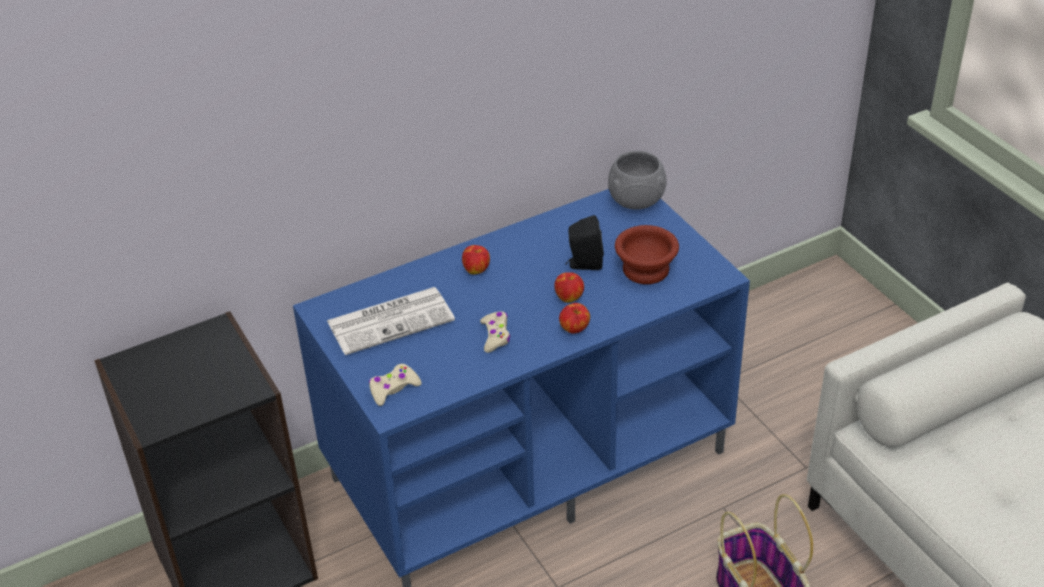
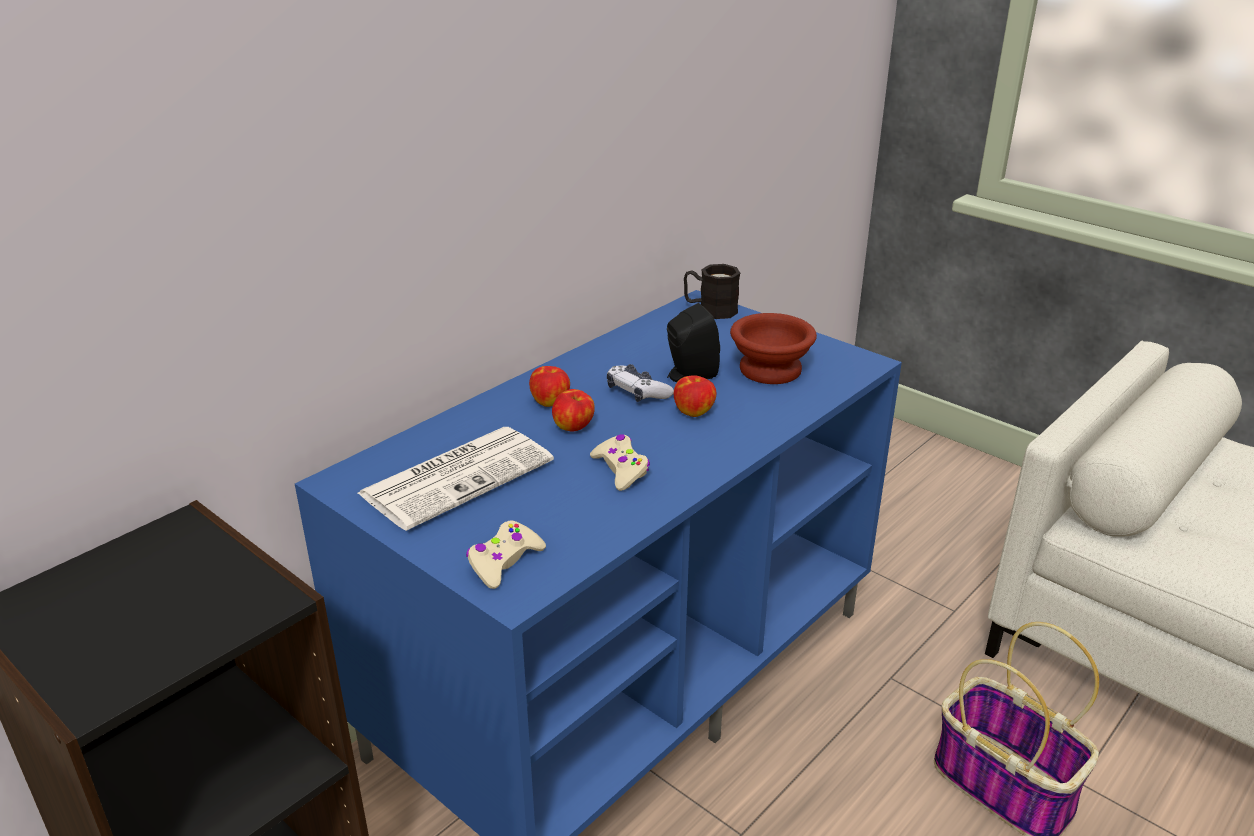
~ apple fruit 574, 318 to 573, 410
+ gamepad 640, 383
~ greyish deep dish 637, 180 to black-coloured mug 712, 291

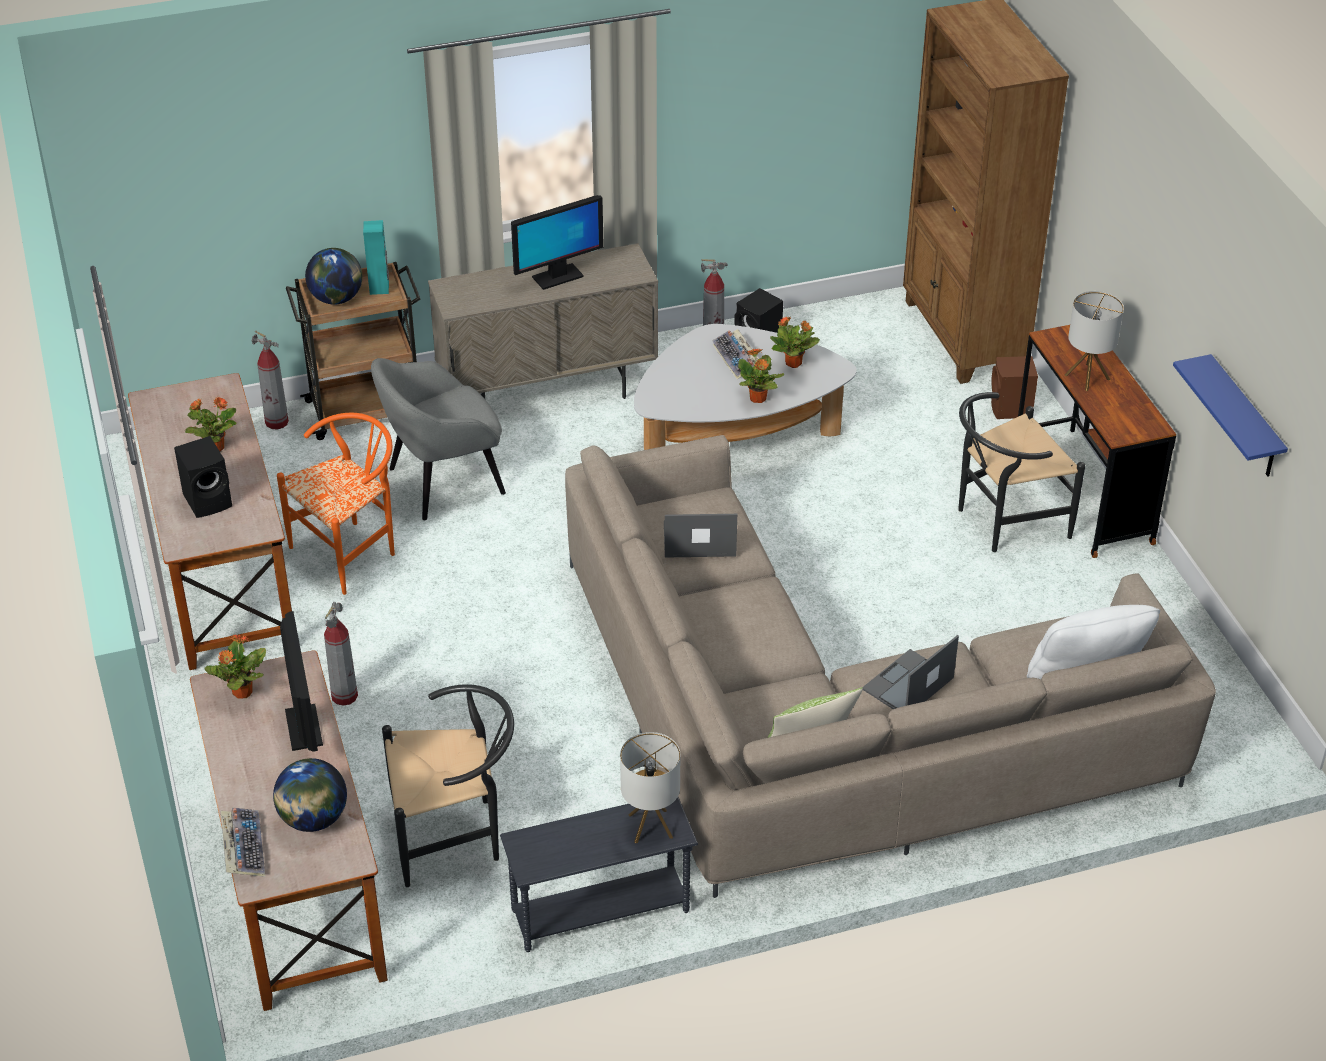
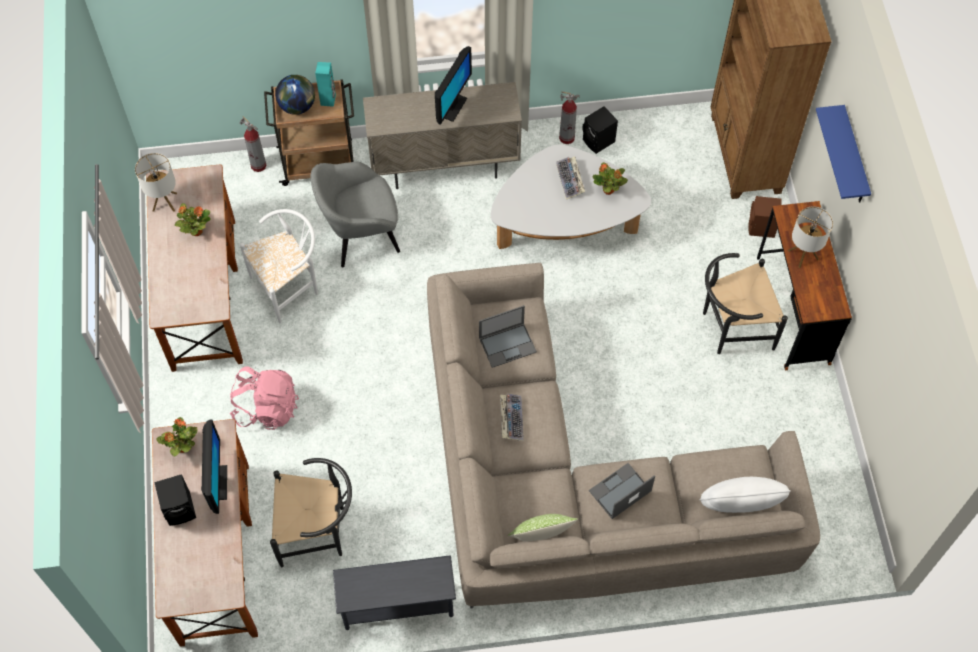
~ table lamp 650, 787 to 156, 182
~ black-coloured speaker 203, 477 to 175, 500
~ fire-fighting cylinder 341, 654 to pinkish backpack 264, 398
~ orange upright chair 336, 504 to white-coloured upright chair 279, 266
~ computer screen 557, 242 = 453, 85 45 degrees counterclockwise
~ portable computer 700, 536 = 508, 336 150 degrees clockwise
~ keyboard 243, 842 to 512, 417
~ blue-coloured shelf 1230, 415 to 843, 153
- world globe 310, 795
- plant in a pot 761, 375

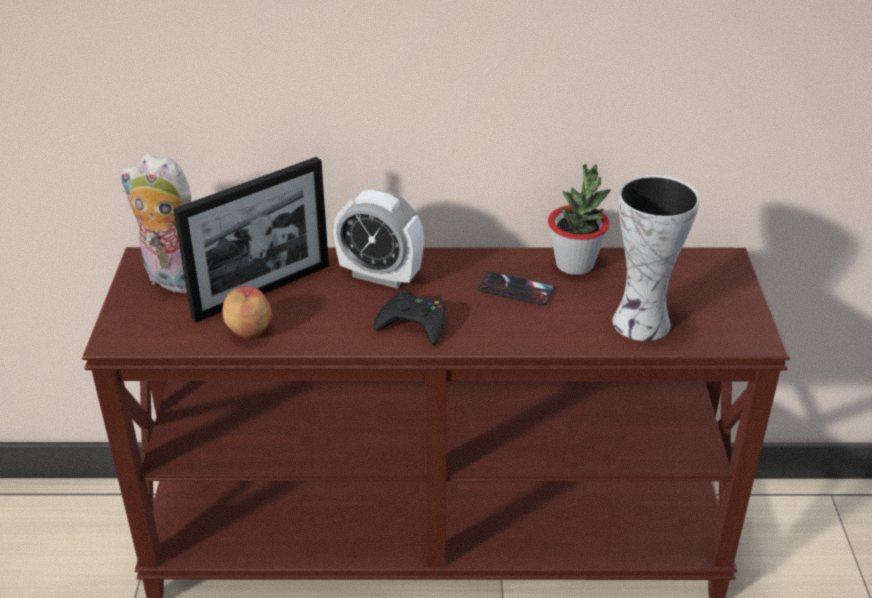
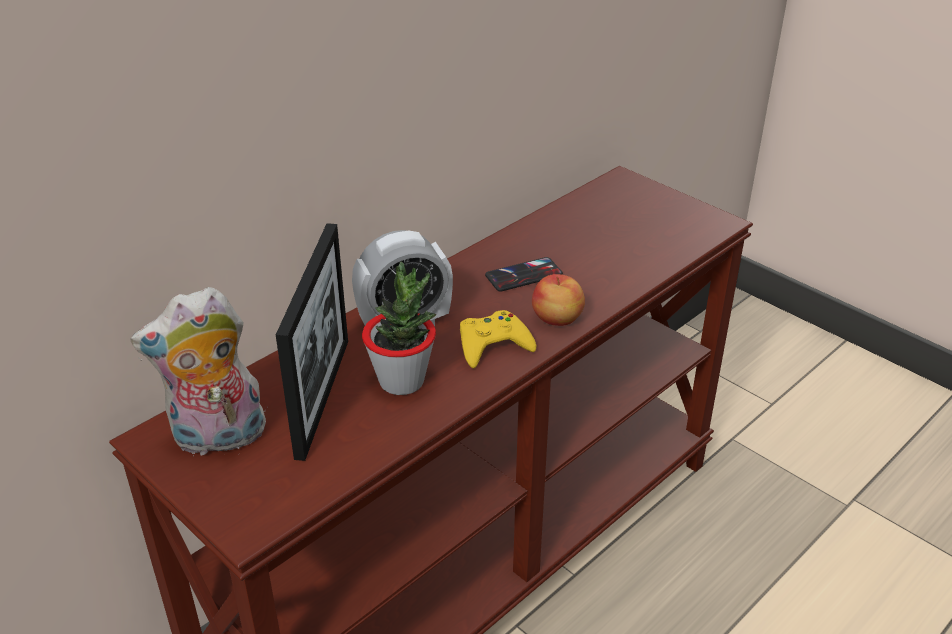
~ plant in a pot 579, 219 to 399, 328
~ black-coloured gamepad 409, 317 to yellow-coloured gamepad 498, 339
~ apple fruit 247, 312 to 558, 300
- flower vase 656, 258

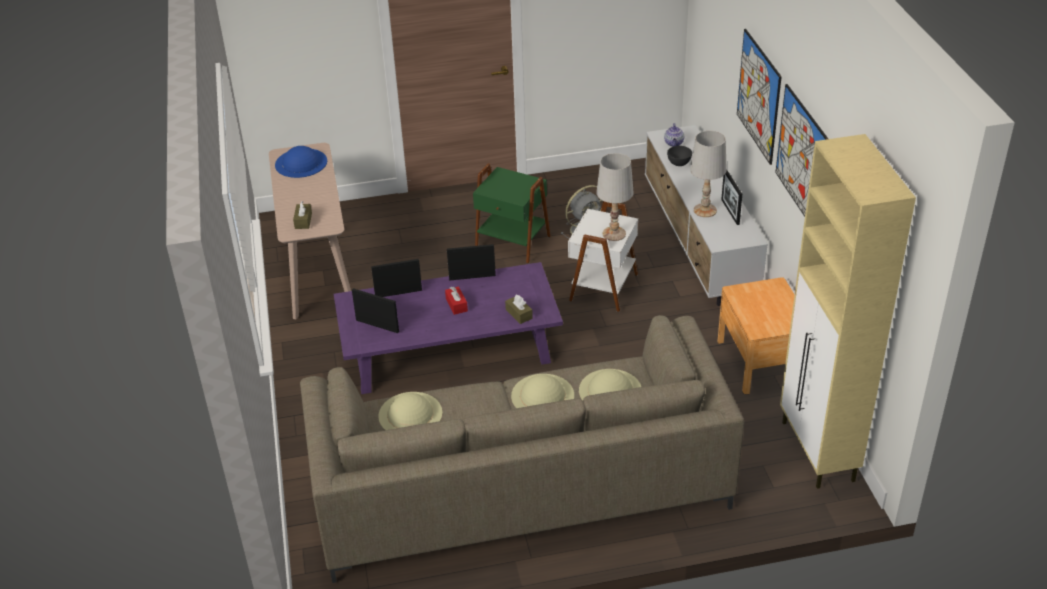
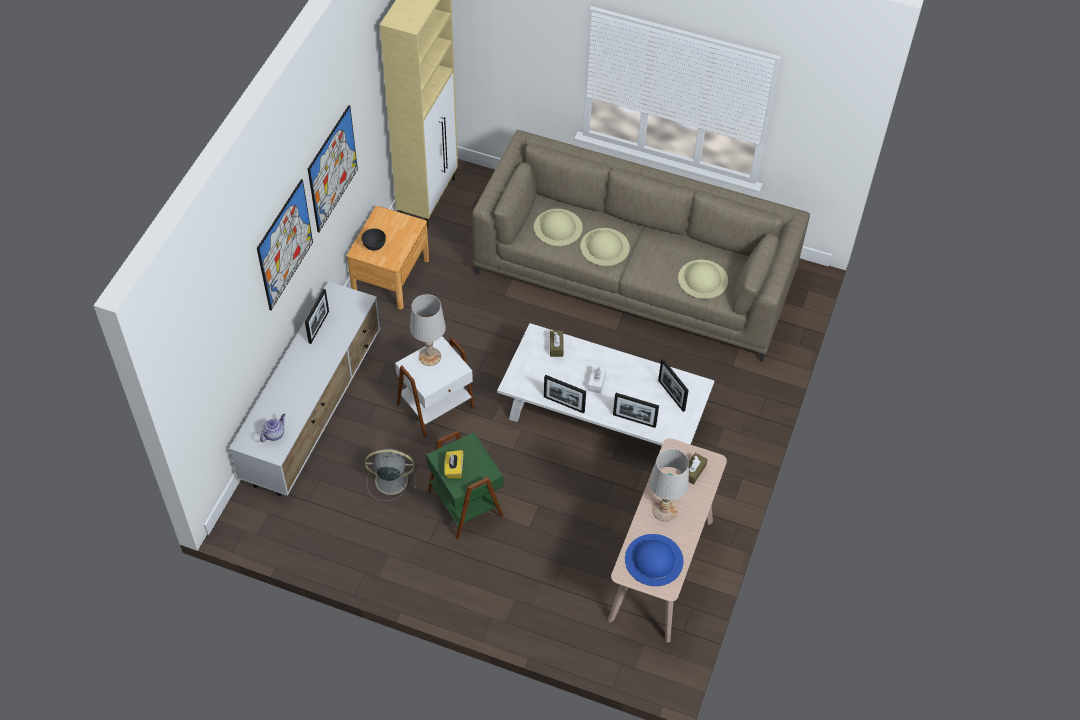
~ greyish deep dish 679, 156 to 374, 239
+ yellow-coloured tissue holder 453, 464
~ purple lounge table 448, 328 to white-coloured lounge table 605, 384
~ red tissue holder 456, 301 to white-coloured tissue holder 597, 379
~ white-coloured table lamp 708, 174 to 669, 485

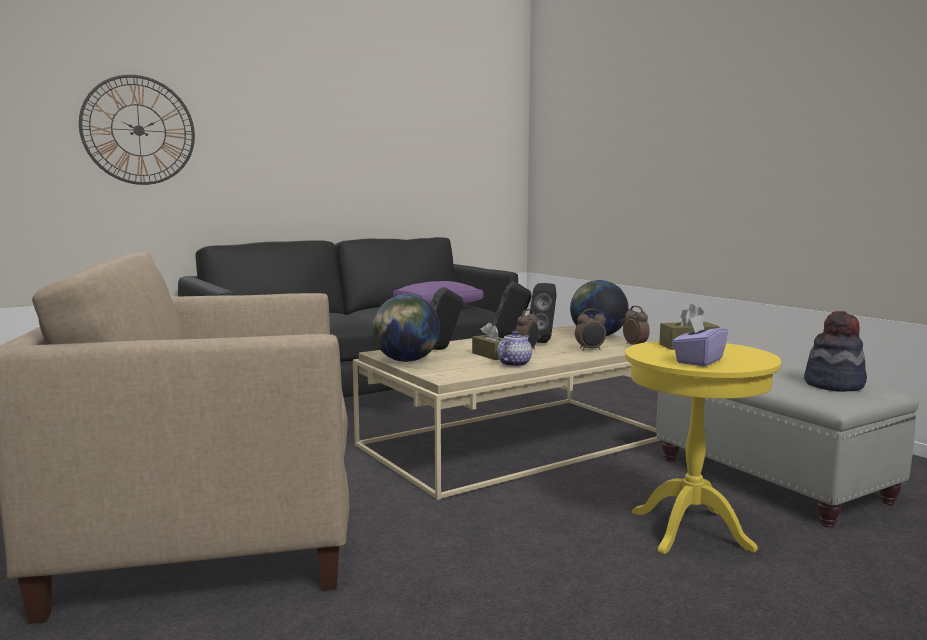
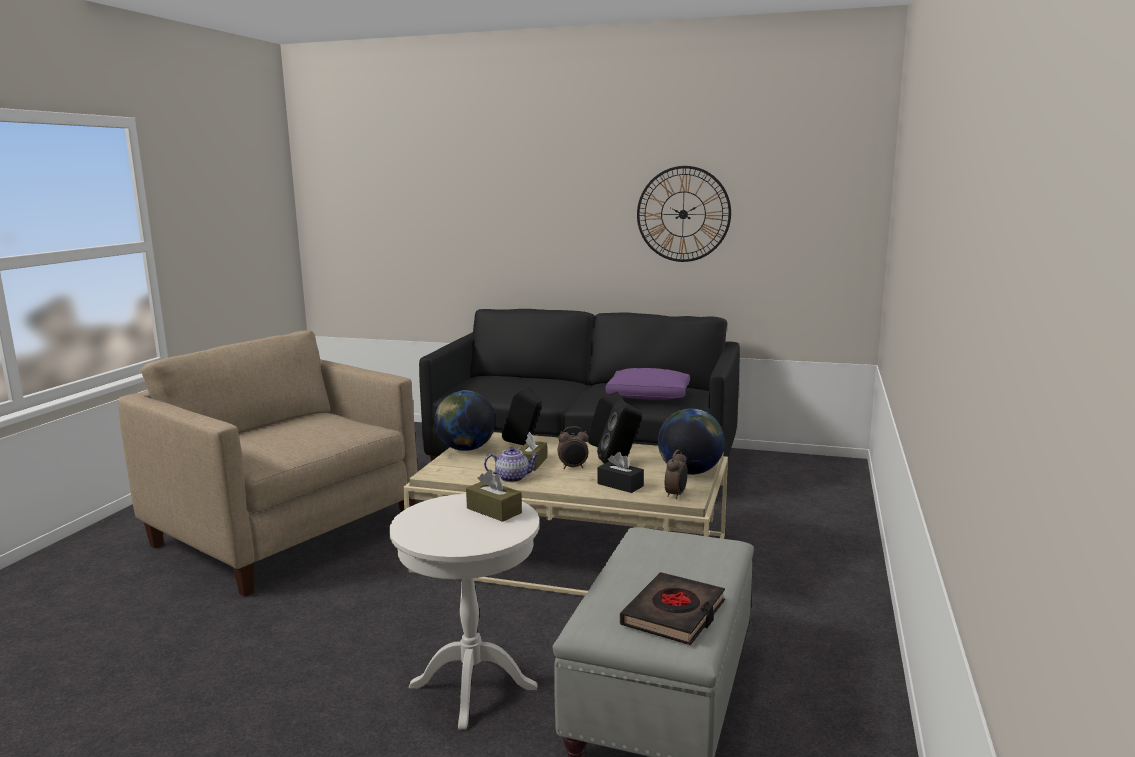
~ yellow-coloured accent table 703, 447 to white-coloured accent table 464, 612
~ alarm clock 590, 330 to black-coloured tissue holder 620, 472
~ hat 835, 351 to black-coloured book 672, 608
~ clock on the wall 137, 129 to 684, 214
- purple tissue holder 700, 341

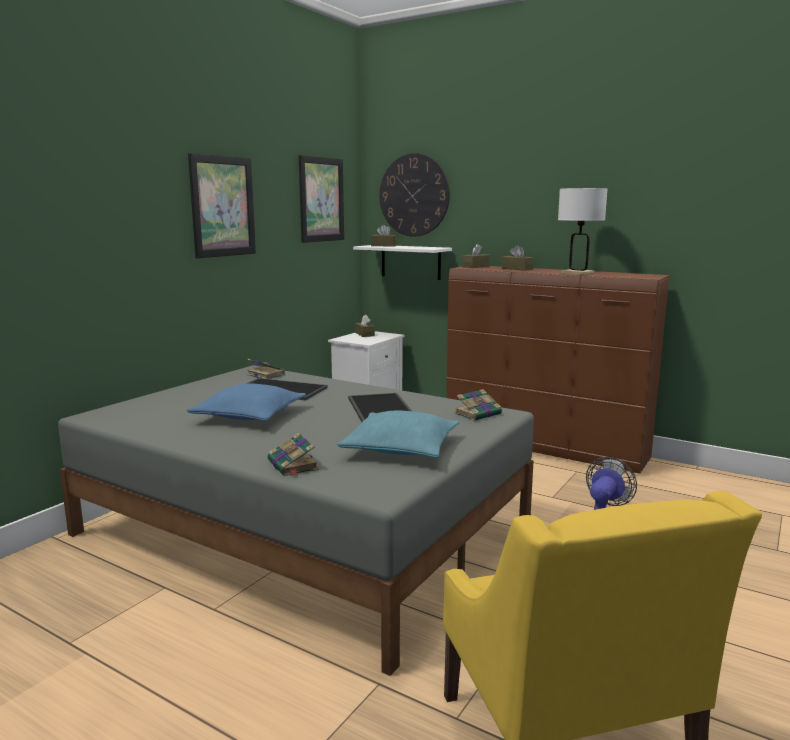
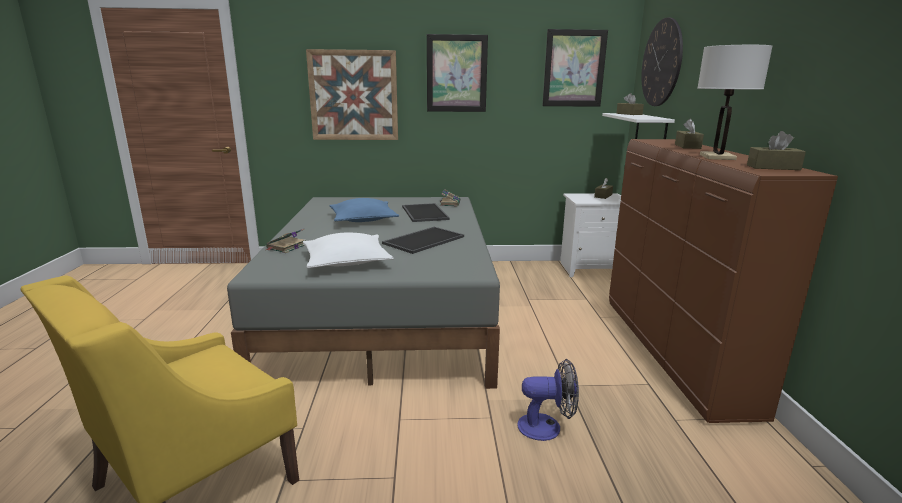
~ turquoise throw pillow 398, 434 to white-coloured throw pillow 348, 250
+ wall picture 352, 94
~ brown tissue holder 476, 256 to 776, 150
- book 478, 405

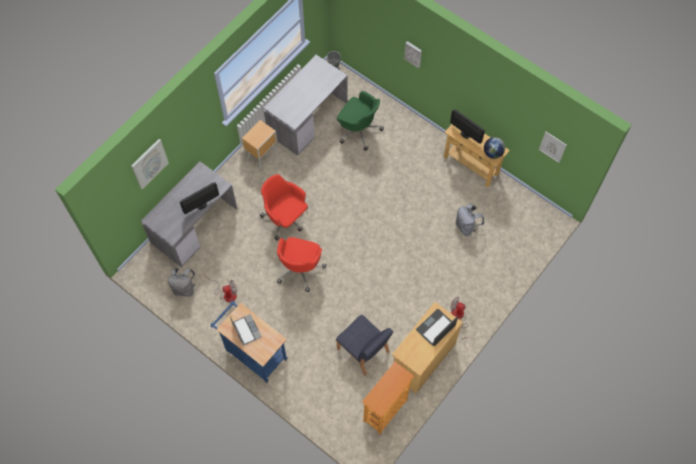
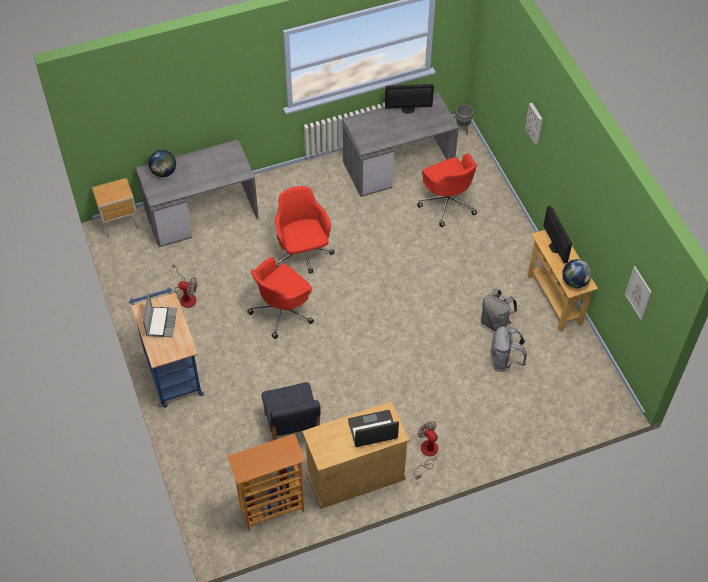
~ brown night table 259, 144 to 115, 208
+ world globe 162, 163
~ computer screen 199, 198 to 409, 99
~ green office chair 360, 121 to red office chair 447, 190
~ greyish backpack 182, 282 to 499, 310
- wall picture 150, 164

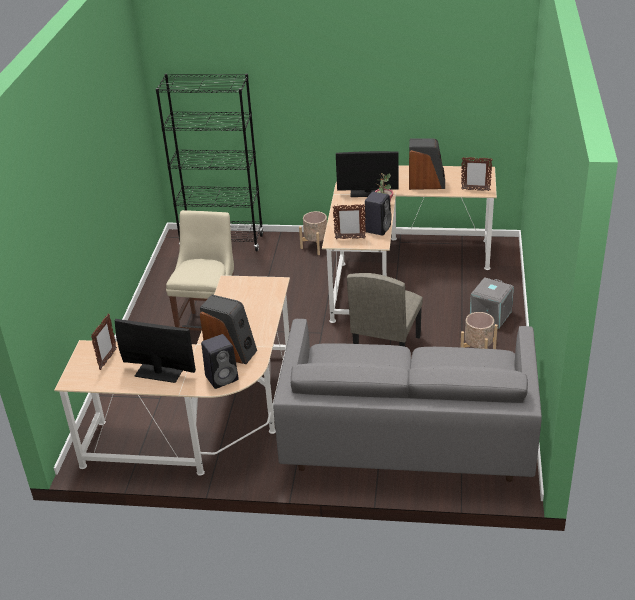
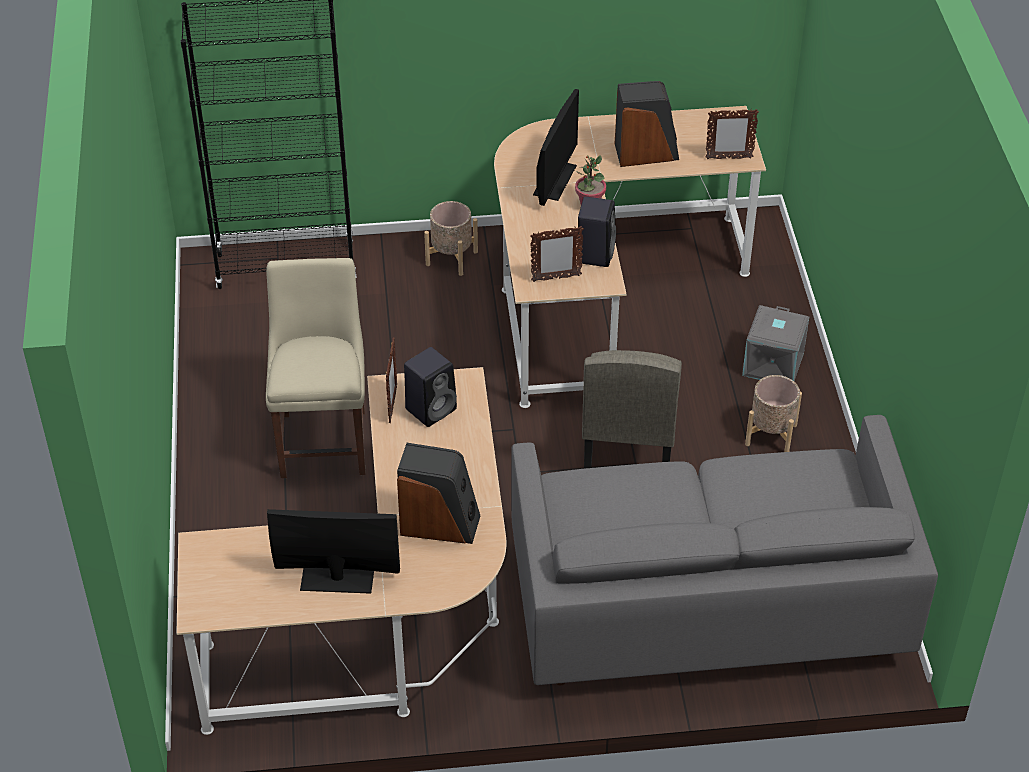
~ picture frame 104, 341 to 391, 380
~ black-coloured speaker 220, 361 to 430, 387
~ computer screen 367, 174 = 556, 147 60 degrees counterclockwise

